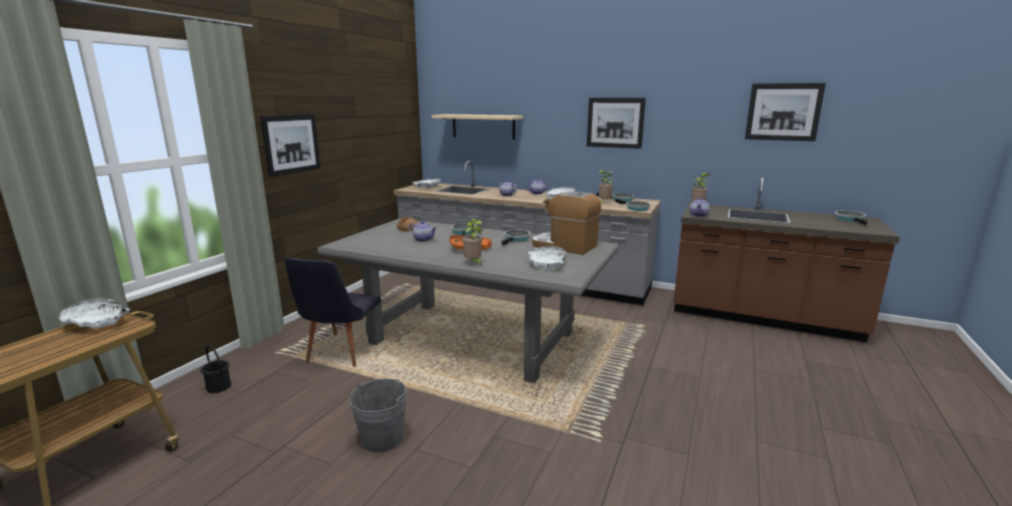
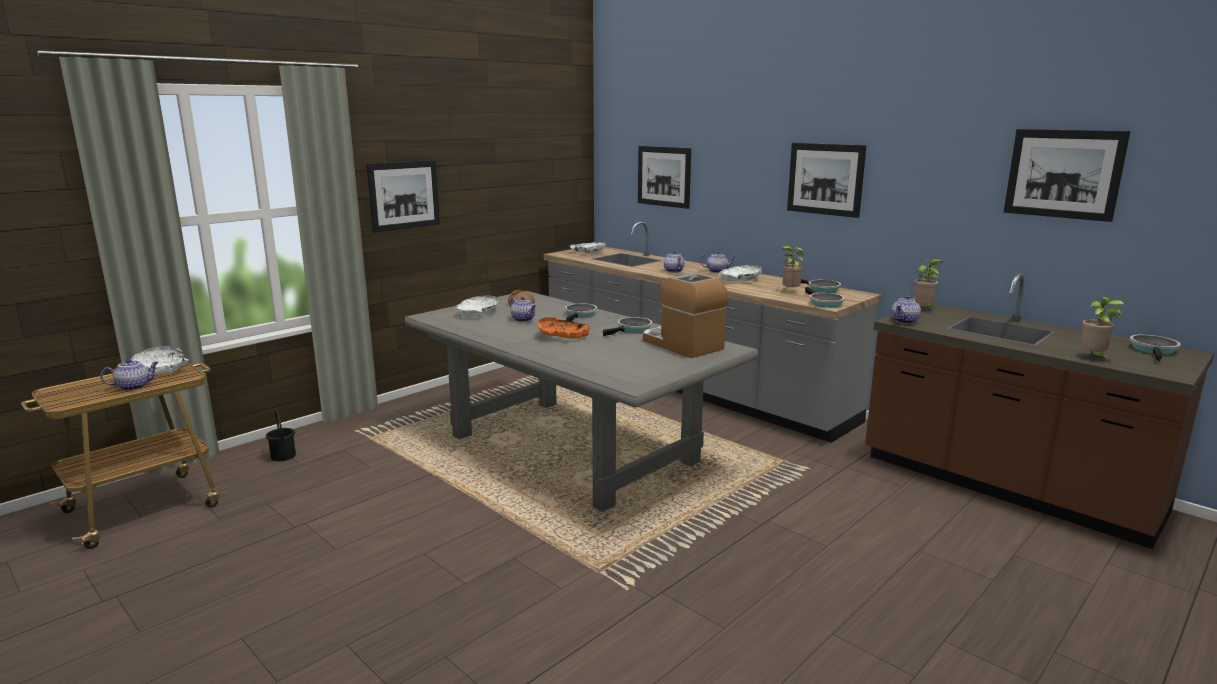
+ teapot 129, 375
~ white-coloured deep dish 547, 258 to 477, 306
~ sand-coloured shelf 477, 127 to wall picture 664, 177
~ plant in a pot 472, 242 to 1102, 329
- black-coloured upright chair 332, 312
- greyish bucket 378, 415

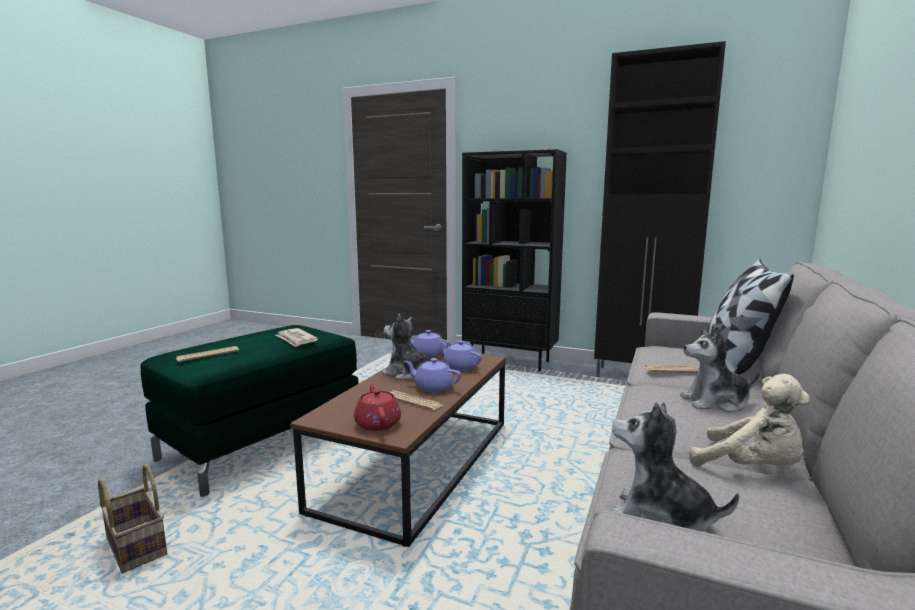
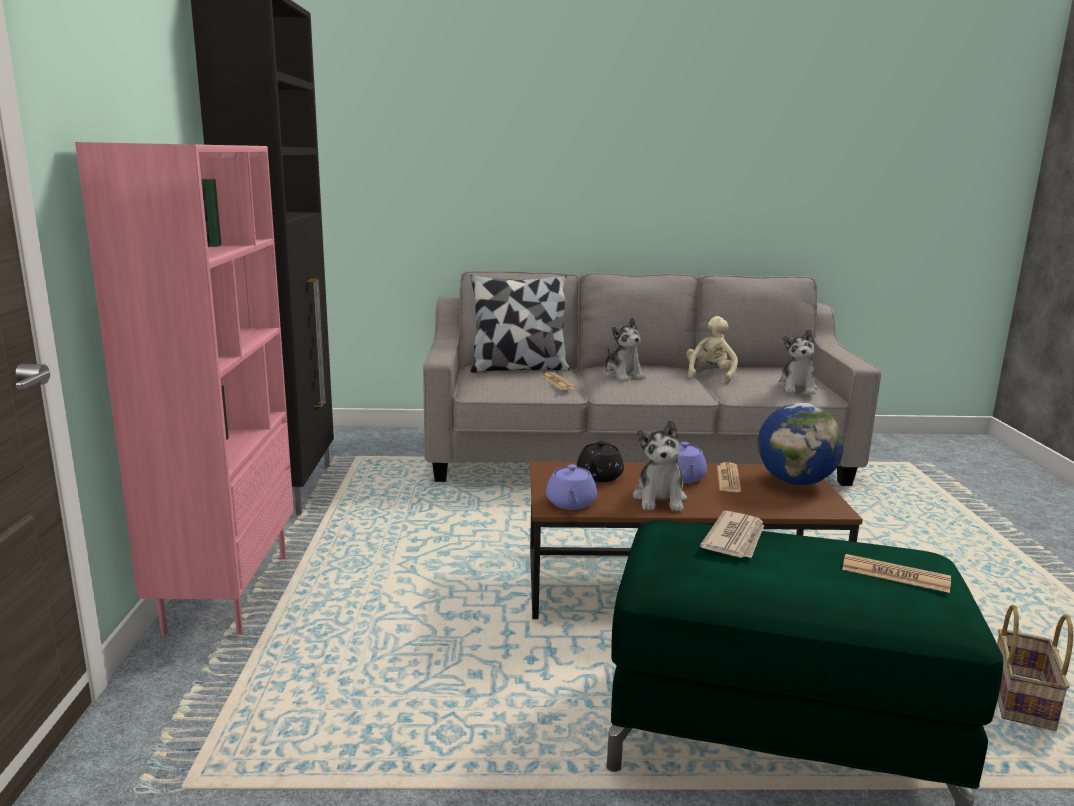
~ black-coloured bookcase 514, 260 to pinkish bookcase 184, 388
~ purple teapot 460, 356 to black-coloured teapot 600, 461
~ red teapot 377, 407 to world globe 801, 444

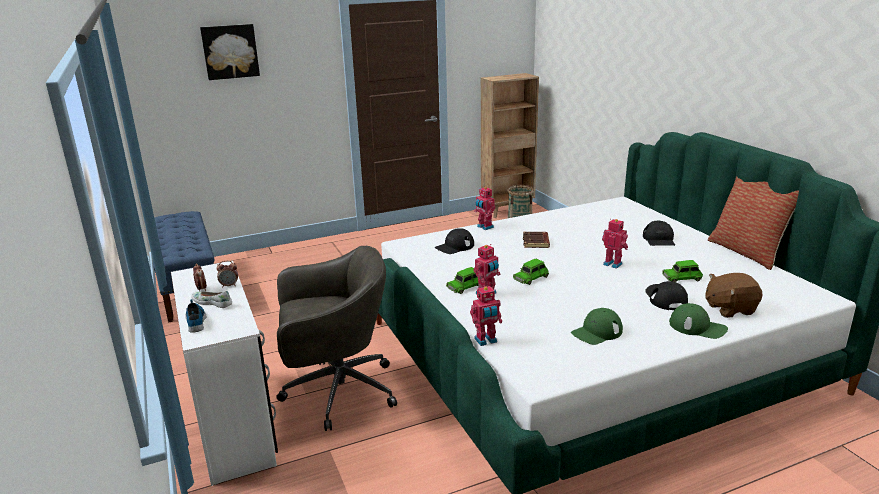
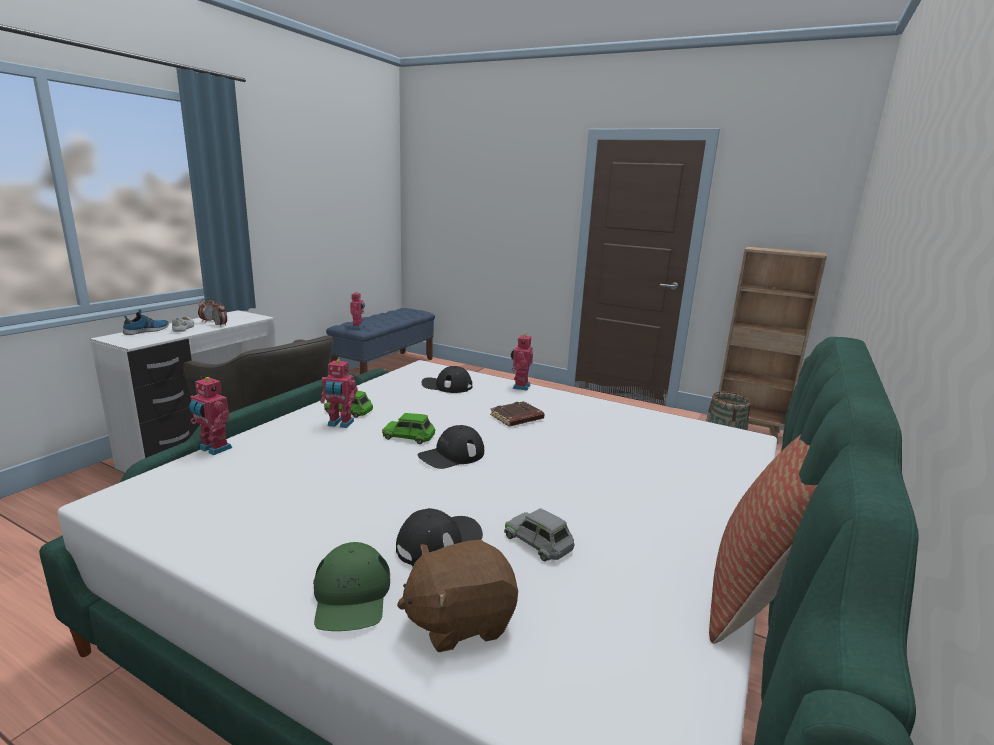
~ robot figure 615, 244 to 357, 310
~ brown plush toy 733, 295 = 457, 596 60 degrees counterclockwise
~ black-coloured baseball cap 659, 233 to 451, 447
~ green miniature car 682, 271 to greyish miniature car 539, 534
- wall picture 230, 52
- green baseball cap 597, 326

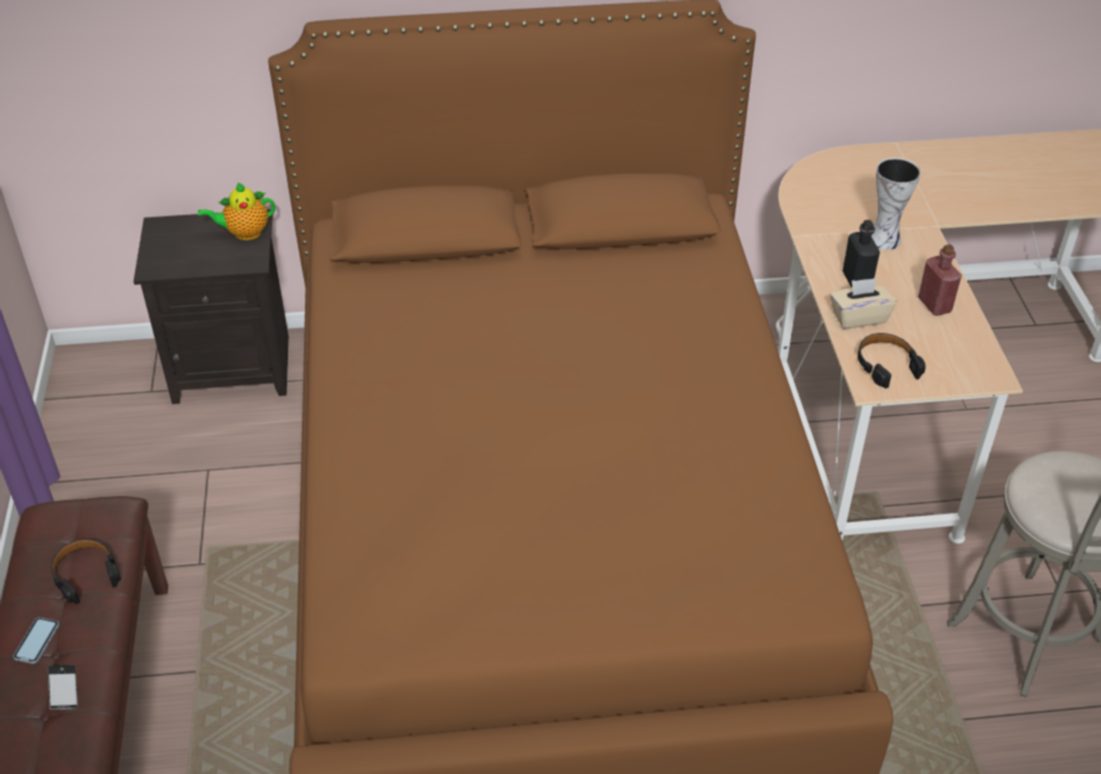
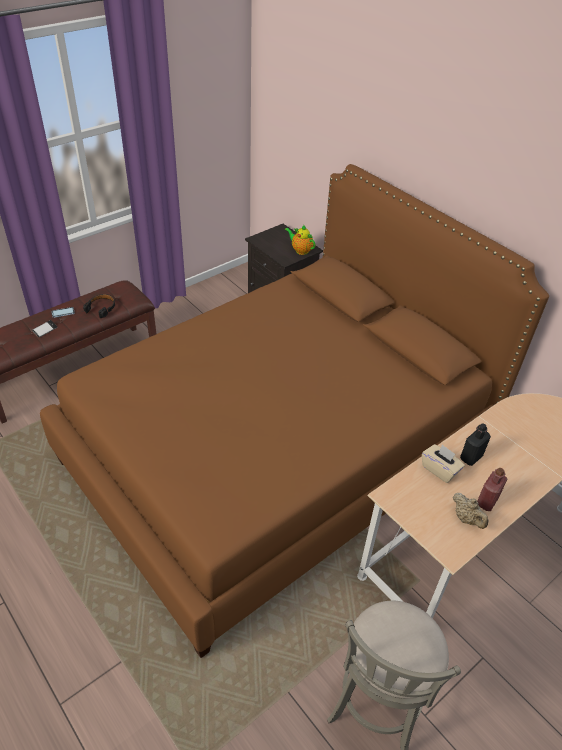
+ sand-coloured teapot 471, 511
- black-coloured pair of headphones 892, 360
- flower vase 896, 204

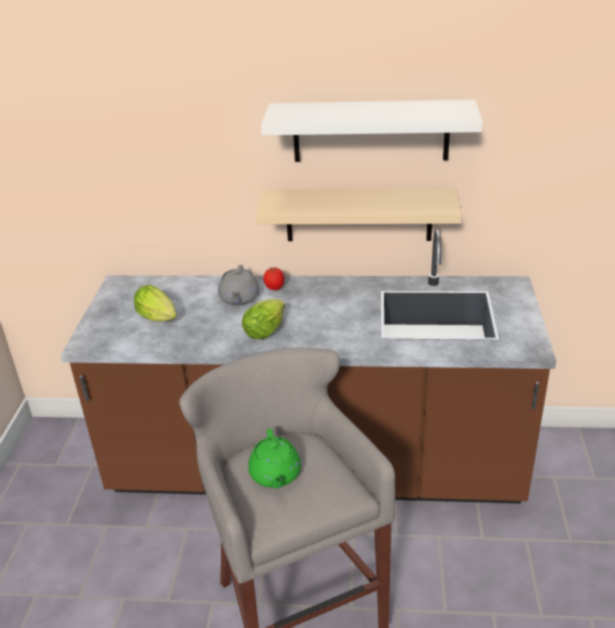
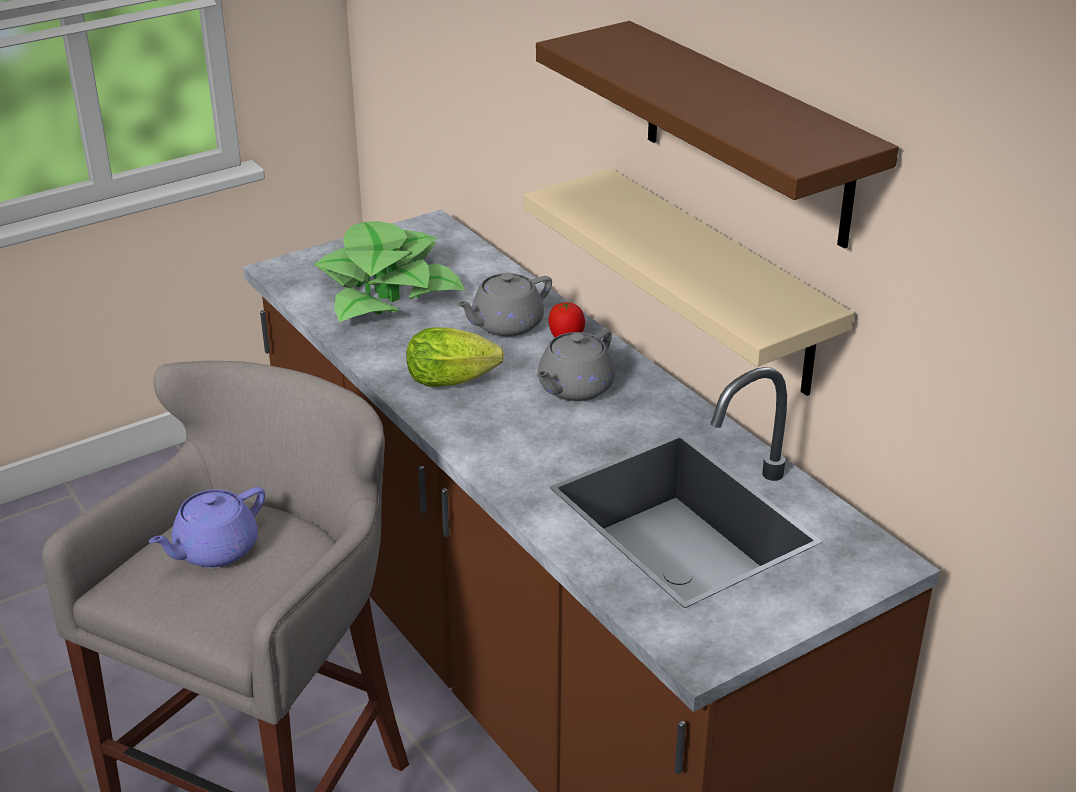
~ green teapot 274, 458 to purple teapot 207, 527
~ lettuce head 155, 303 to plant in a pot 389, 271
~ white-coloured shelf 372, 131 to brown shelf 717, 135
+ greyish teapot 576, 365

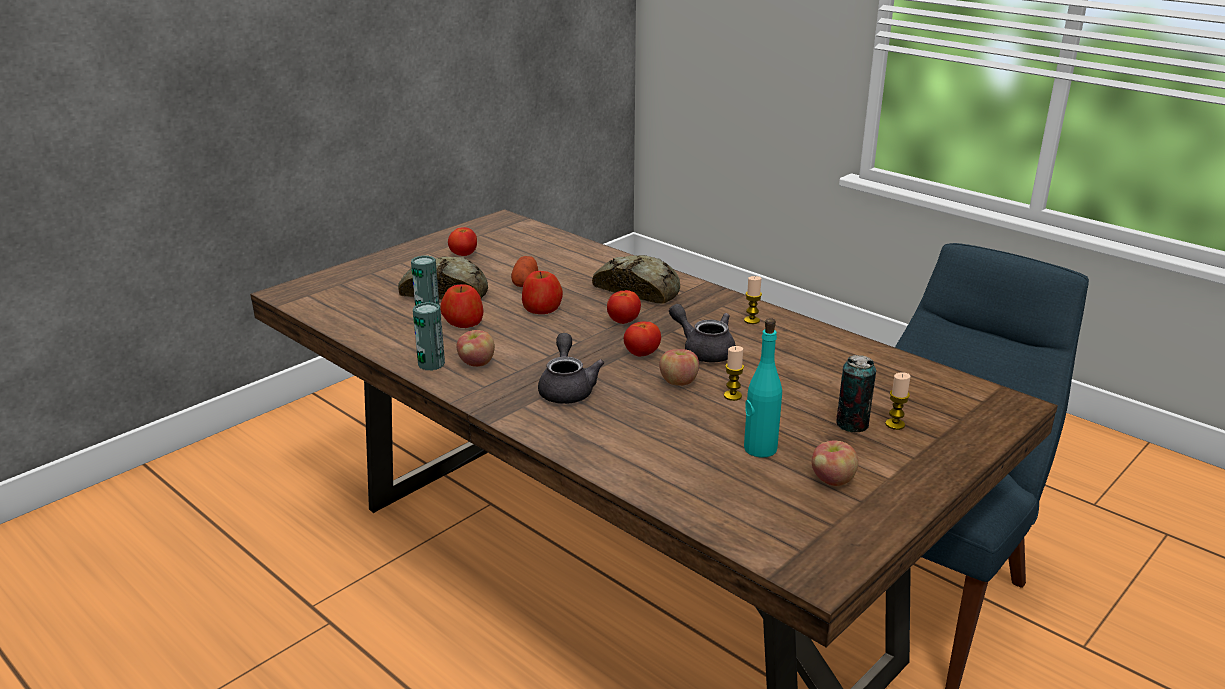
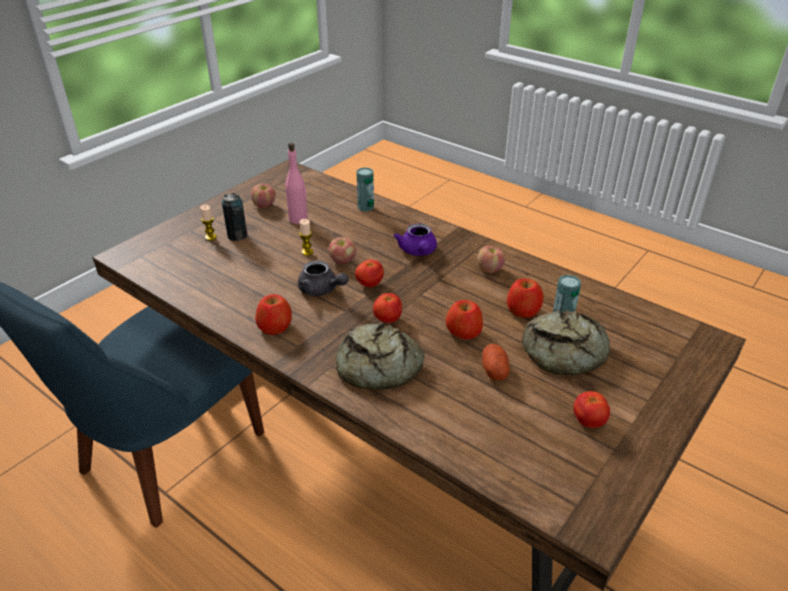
~ wax light 753, 300 to apple fruit 273, 314
~ turquoise drink bottle 763, 388 to pinkish drink bottle 296, 183
~ can 429, 336 to 365, 189
~ greyish teapot 571, 368 to purple teapot 415, 239

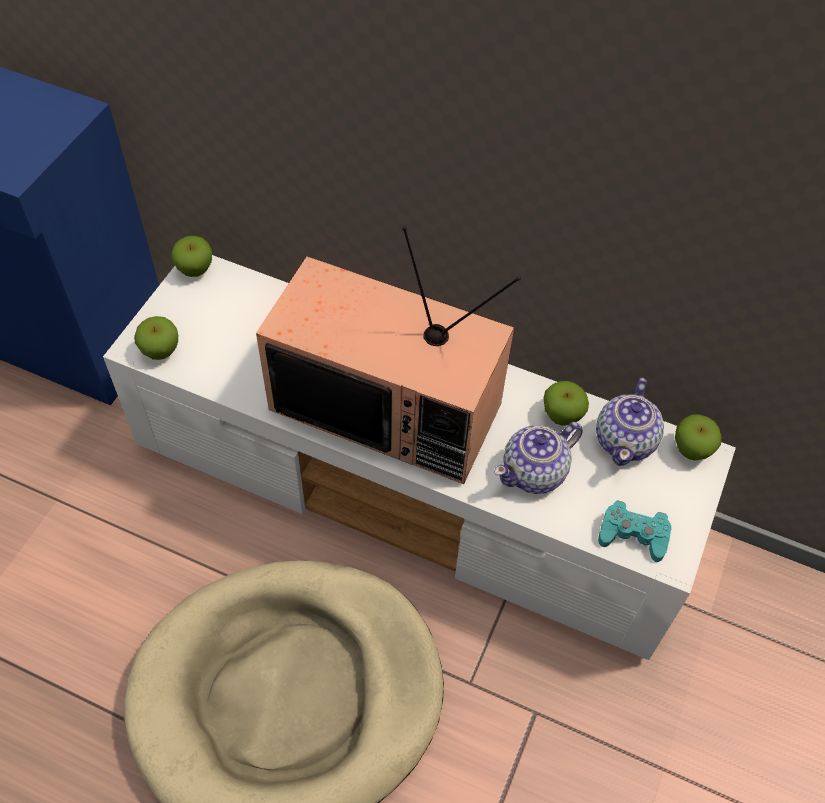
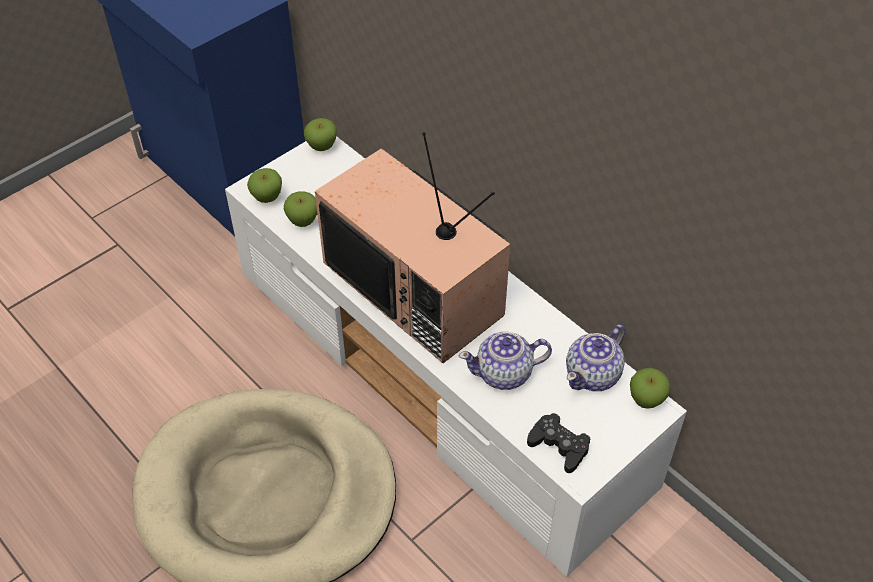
~ apple fruit 566, 403 to 300, 209
~ turquoise gamepad 635, 531 to black-coloured gamepad 559, 443

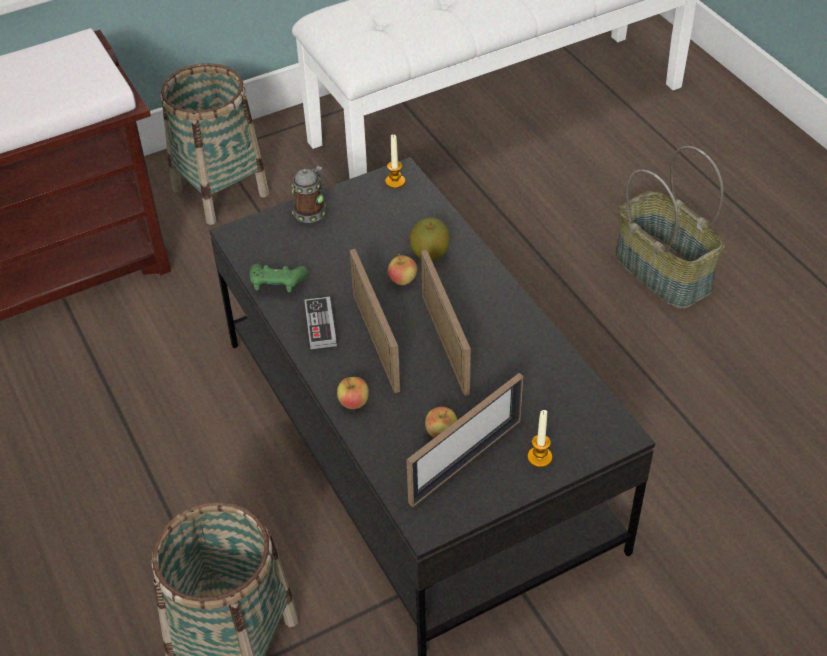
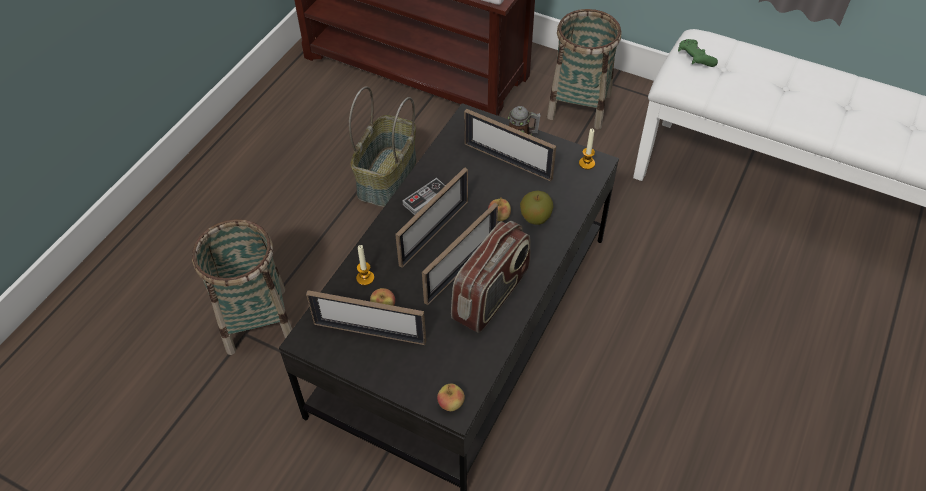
~ storage basket 670, 227 to 383, 146
~ wax light 539, 438 to 365, 265
~ apple fruit 353, 393 to 451, 397
+ radio set 491, 277
+ picture frame 510, 145
~ green gamepad 278, 278 to 698, 53

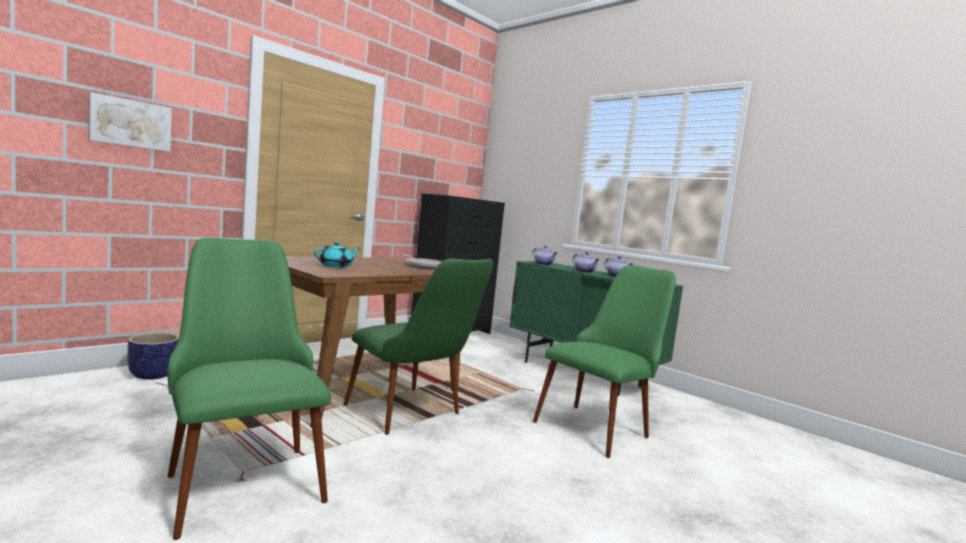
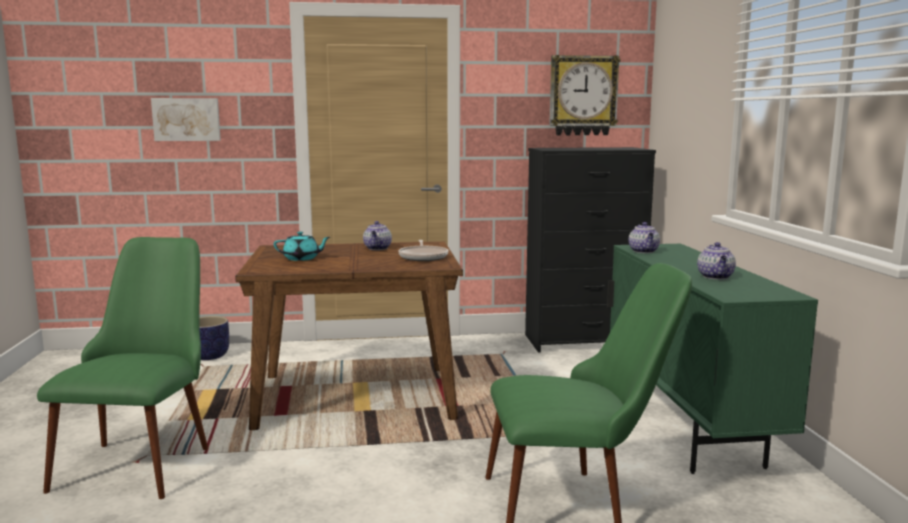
~ teapot 586, 262 to 377, 235
+ clock on the wall 584, 95
- green upright chair 418, 347

